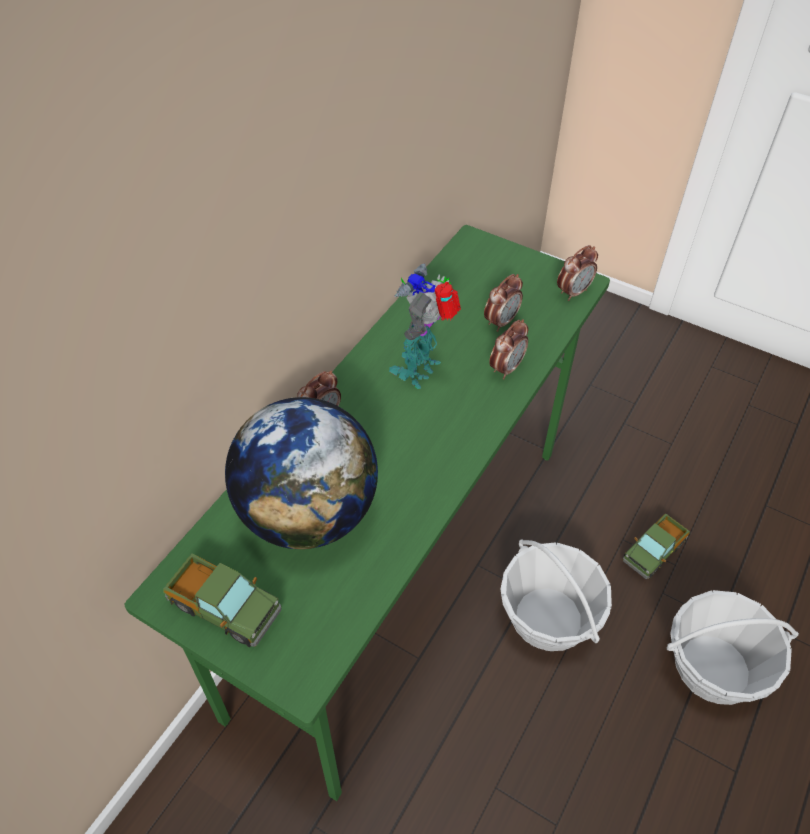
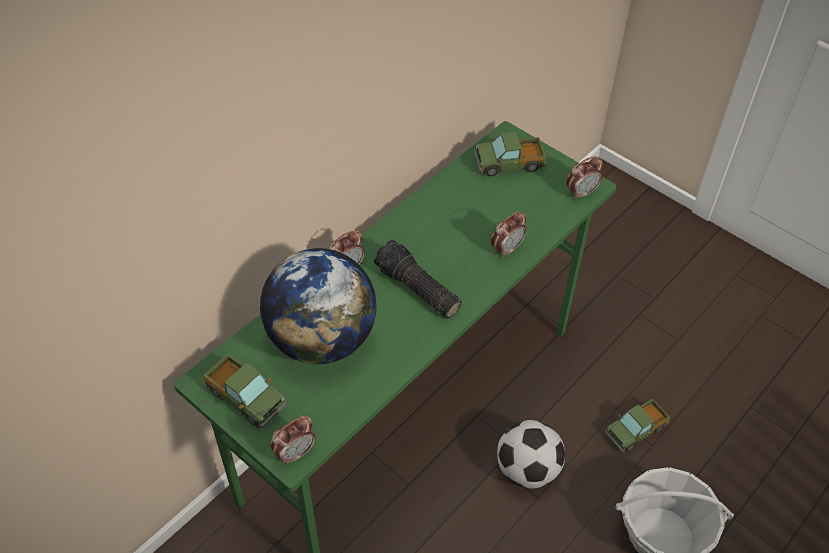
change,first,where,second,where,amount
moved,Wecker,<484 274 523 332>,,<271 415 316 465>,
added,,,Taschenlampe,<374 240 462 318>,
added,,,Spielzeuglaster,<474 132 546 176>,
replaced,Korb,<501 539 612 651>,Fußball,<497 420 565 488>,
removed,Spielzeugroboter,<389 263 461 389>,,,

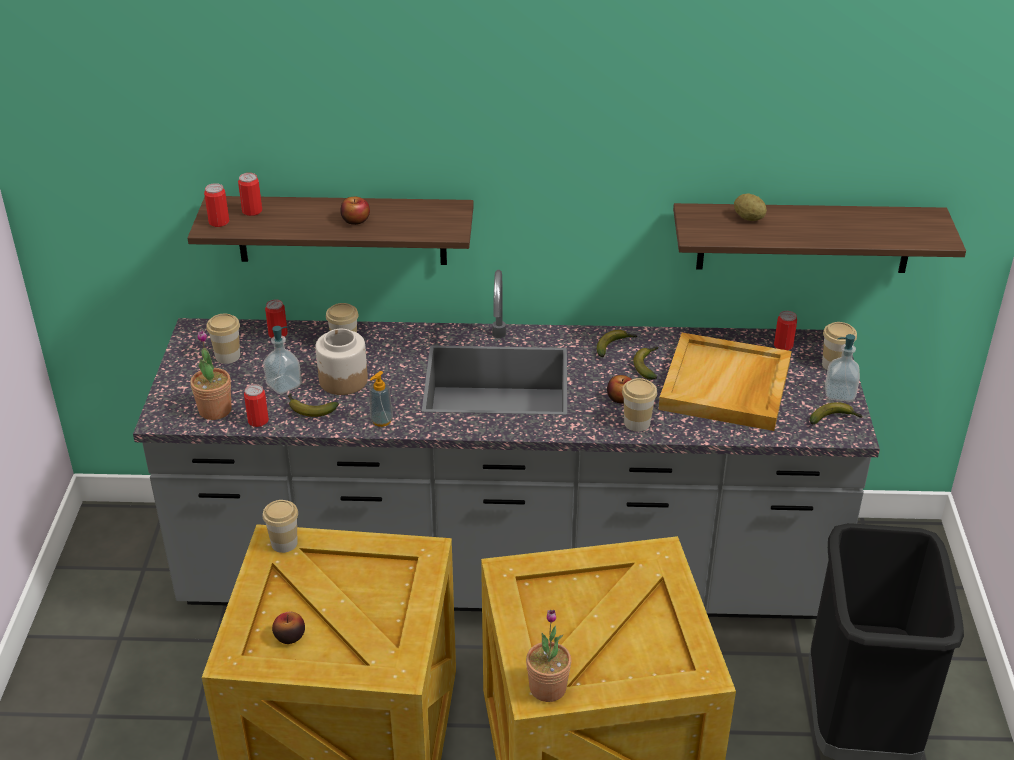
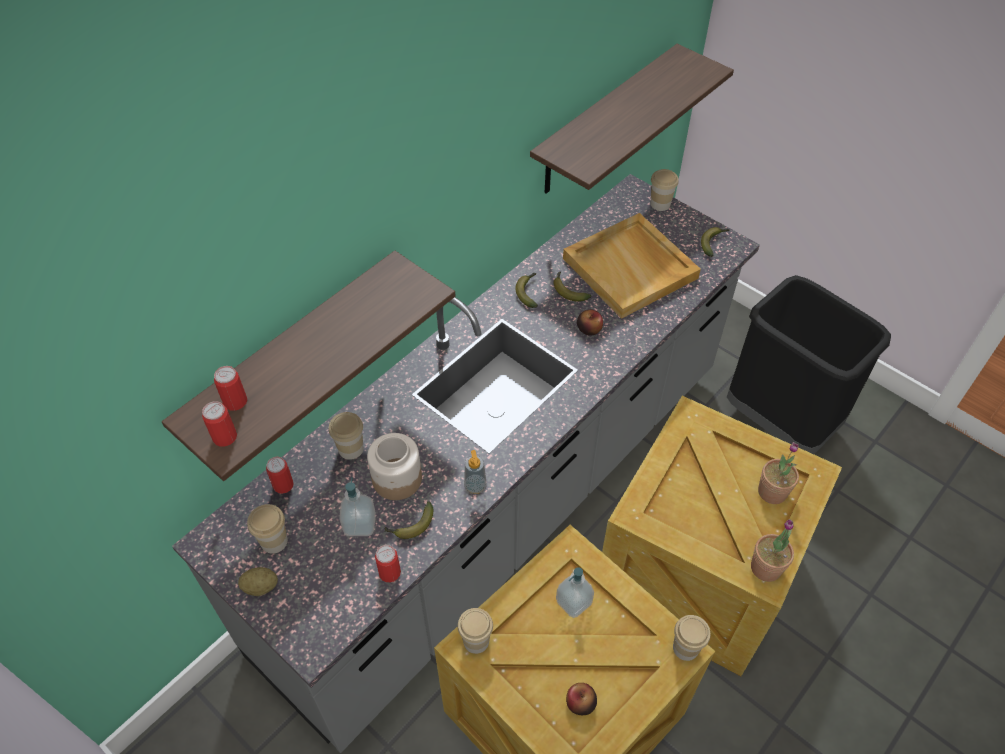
change,first,where,second,where,amount
moved,Kartoffel,<734 194 767 221>,,<238 567 278 596>,
moved,Seifenspender,<825 334 860 402>,,<556 567 594 618>,
moved,Tasse,<622 378 657 432>,,<673 615 710 661>,
moved,Topfpflanze,<190 330 232 420>,,<758 442 799 504>,
removed,Apfel,<340 197 370 225>,,,
removed,Dose,<774 311 797 350>,,,

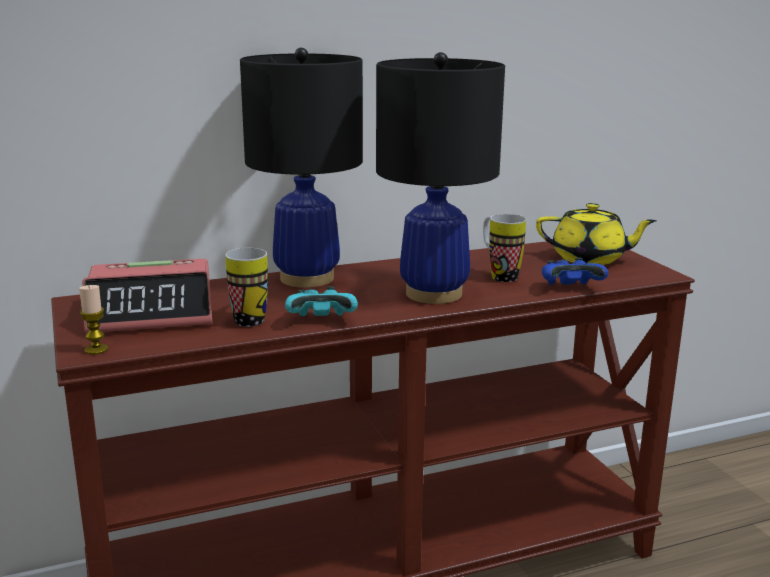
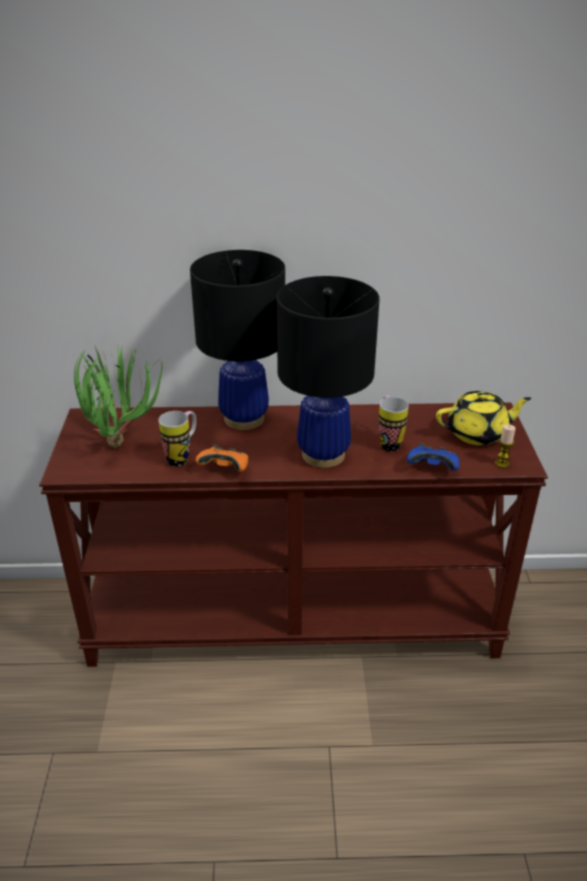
change,first,where,second,where,amount
replaced,Wecker,<82 259 212 333>,Topfpflanze,<74 341 163 448>,
recoloured,Gamepad/türkis,<285 287 358 316>,Gamepad/orange,<196 445 248 472>,
turned,Teekanne/gelb,<536 203 657 265>,,<436 391 531 445>,45 degrees counterclockwise
moved,Kerze,<79 285 108 355>,,<495 425 516 468>,

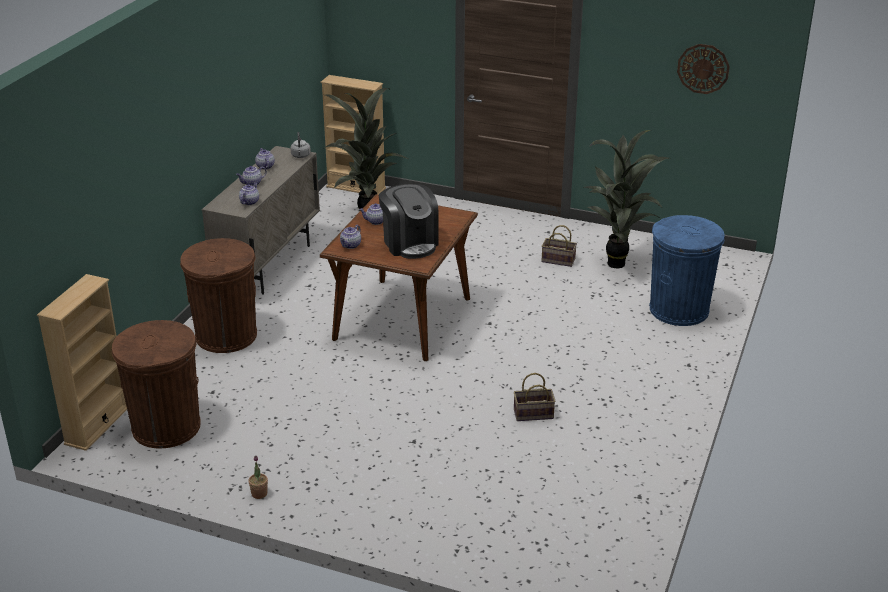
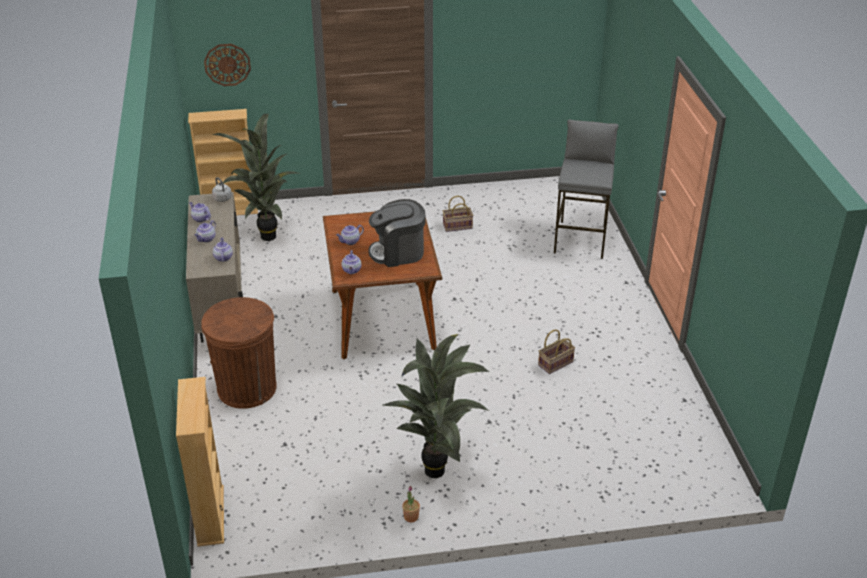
change,first,where,second,where,amount
moved,Wanduhr,<677 44 730 94>,,<204 44 251 86>,
turned,Kaffeemaschine,<379 184 438 259>,,<368 199 425 267>,135 degrees clockwise
moved,Topfpflanze,<584 130 669 268>,,<383 334 489 478>,
replaced,Mülleimer/blau,<649 215 725 326>,Hocker/grau,<554 119 619 259>,
removed,Mülleimer/braun,<112 320 201 448>,,,

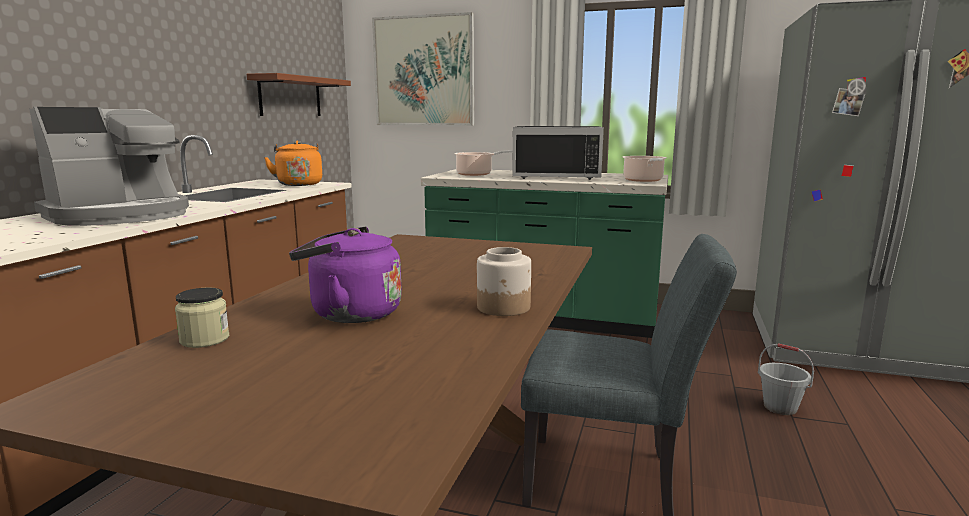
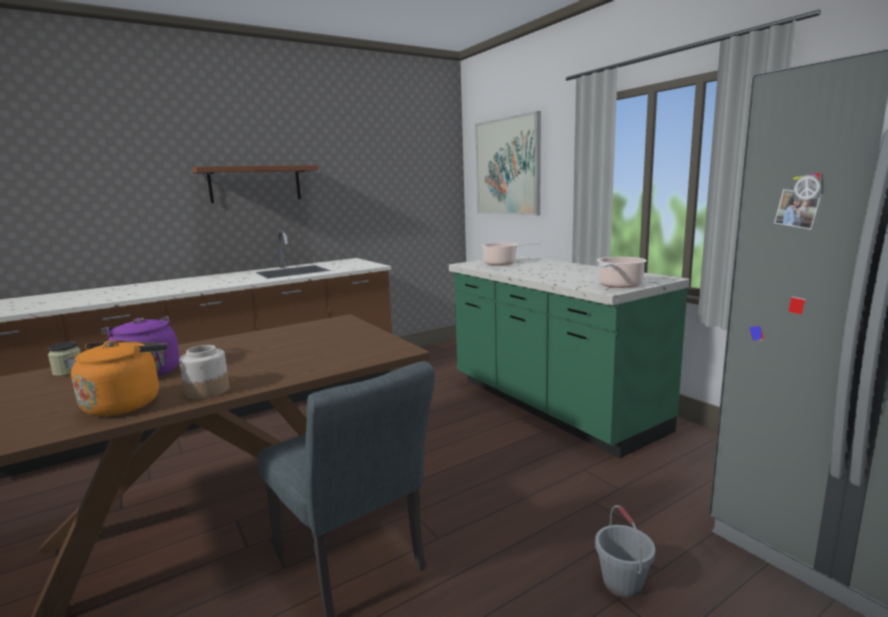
change,first,where,second,where,amount
moved,Wasserkessel/orange,<264 141 322 186>,,<71 341 168 416>,
moved,Wandregal/braun,<247 73 351 116>,,<192 165 318 203>,
removed,Kaffeemaschine,<29 107 189 226>,,,
removed,Mikrowelle/schwarz,<512 126 604 180>,,,

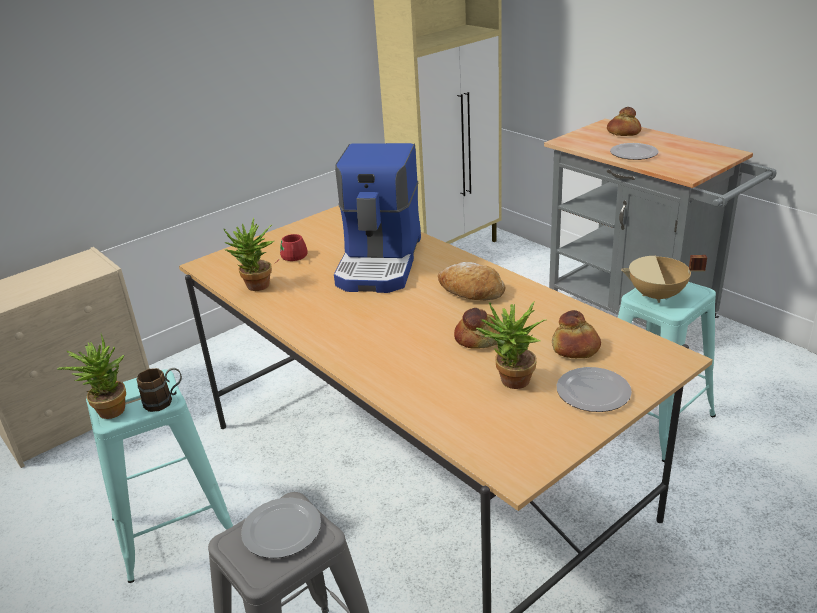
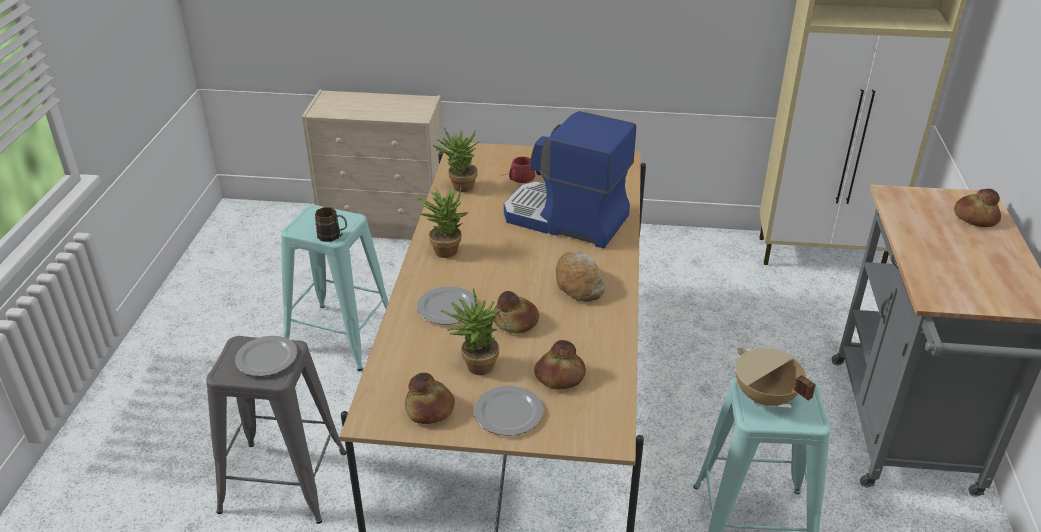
change,first,where,second,where,amount
added,,,Brot,<405 373 455 424>,
moved,Topfpflanze,<57 334 126 419>,,<416 187 469 258>,
moved,Teller,<610 143 659 160>,,<417 286 478 325>,
turned,Kaffeemaschine,<334 143 421 293>,,<504 111 636 249>,60 degrees clockwise

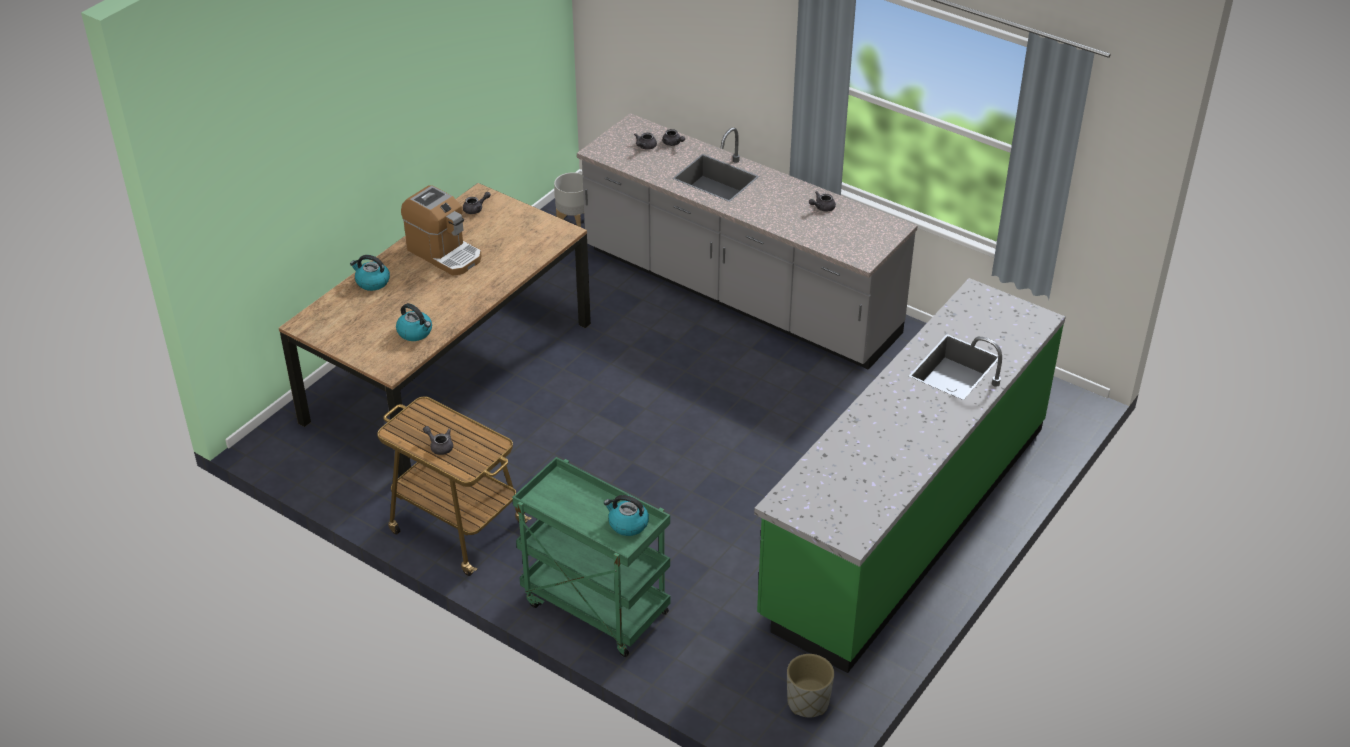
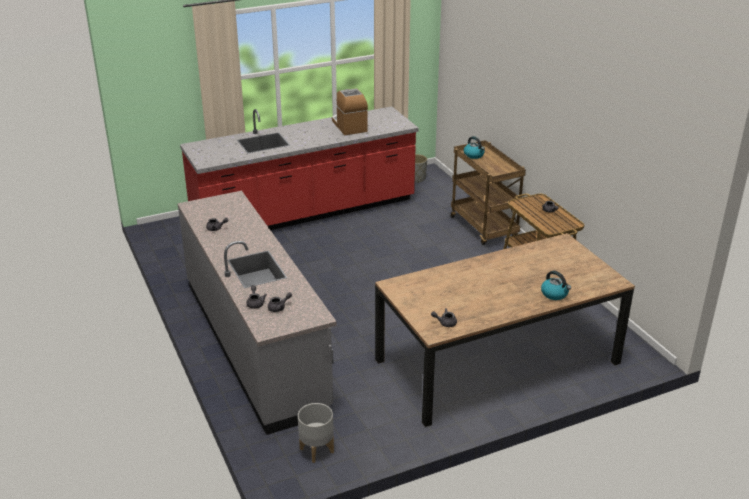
change,first,where,second,where,amount
recoloured,Küchenzeile/grün,<754 278 1066 673>,Küchenzeile/rot,<180 106 418 230>,
moved,Kaffeemaschine,<401 185 481 276>,,<332 88 368 135>,
recoloured,Rollwagen/grün,<512 457 670 657>,Rollwagen/braun,<451 140 526 245>,
removed,Wasserkessel,<396 303 432 341>,,,

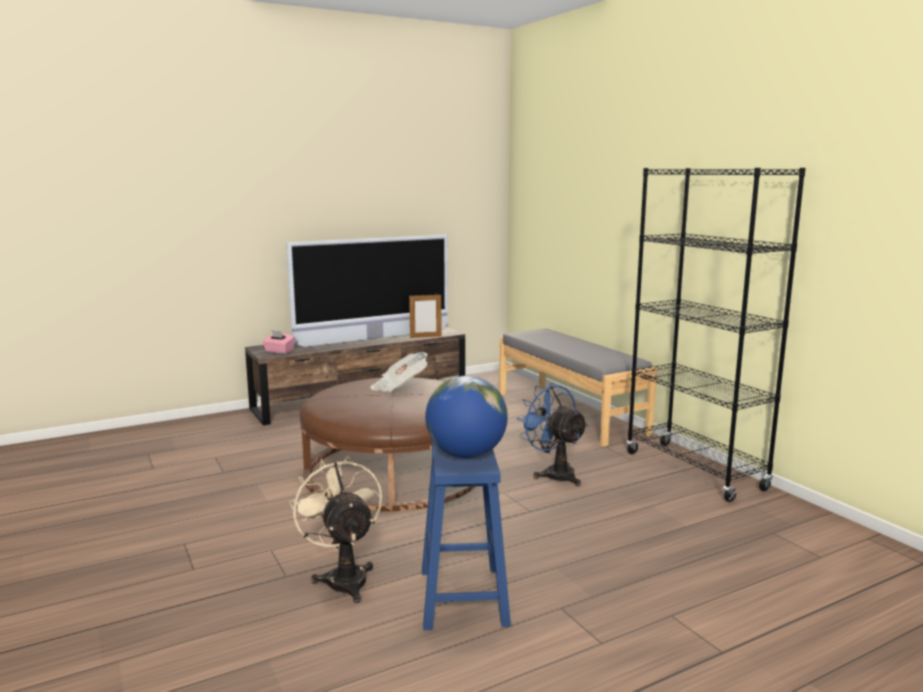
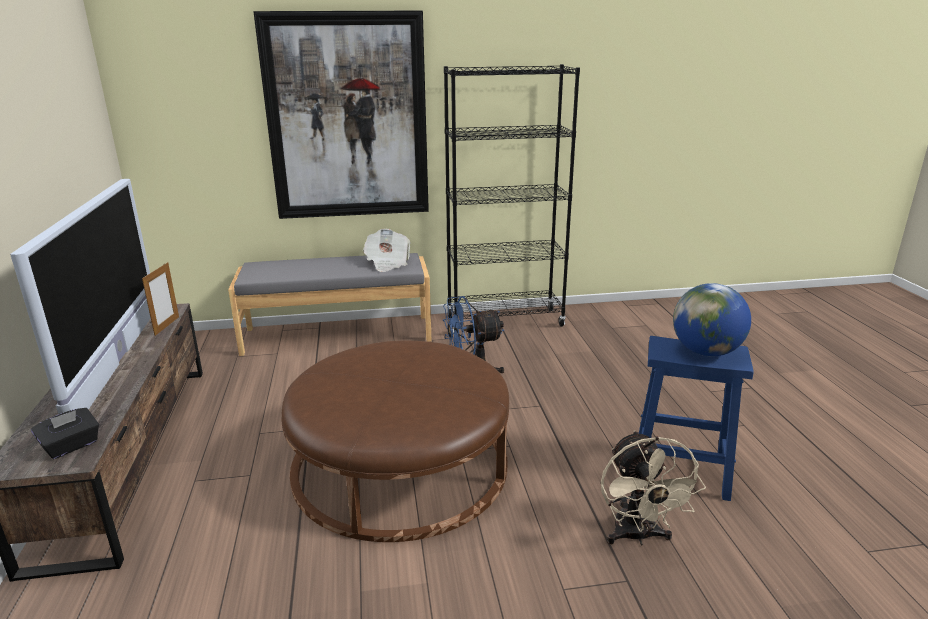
change,first,where,second,where,amount
recoloured,Taschentuchbox/rosa,<262 330 295 354>,Taschentuchbox/schwarz,<31 408 99 459>,
added,,,Bild,<253 11 429 219>,
moved,Zeitung,<370 352 428 392>,,<363 229 411 272>,
turned,Ventilator/beige,<289 456 382 603>,,<601 430 706 545>,90 degrees counterclockwise

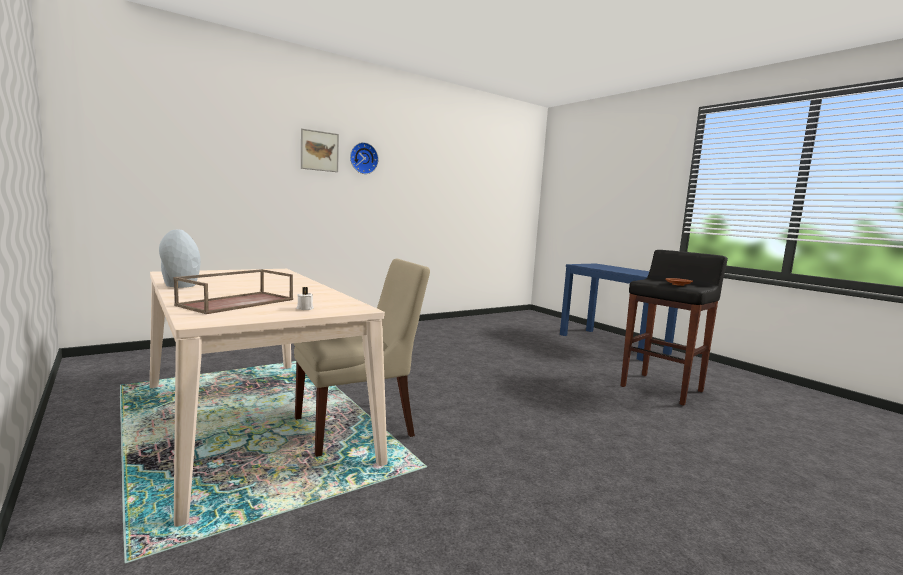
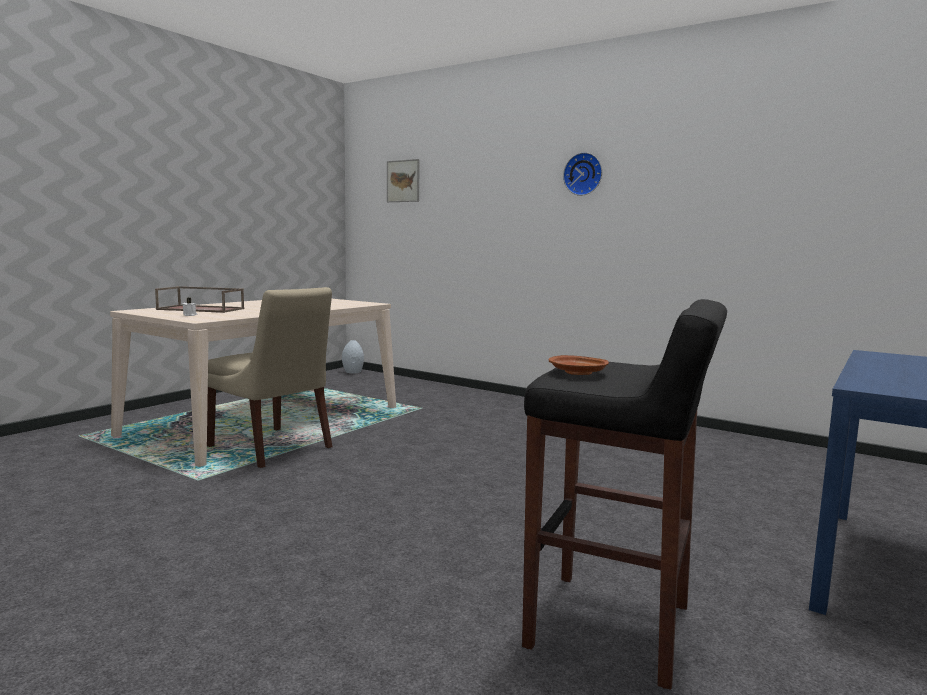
change,first,where,second,where,amount
moved,Vase/grau,<159 230 201 288>,,<342 340 364 373>,
moved,Bild,<301 128 339 172>,,<387 159 420 202>,

